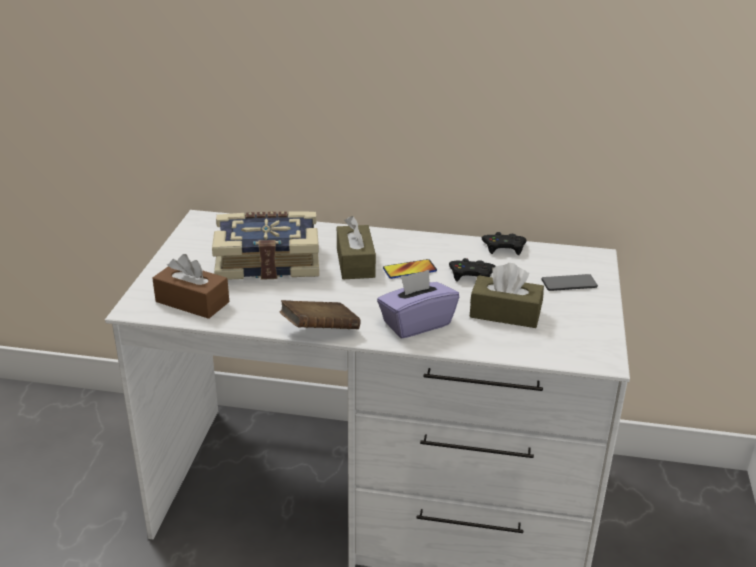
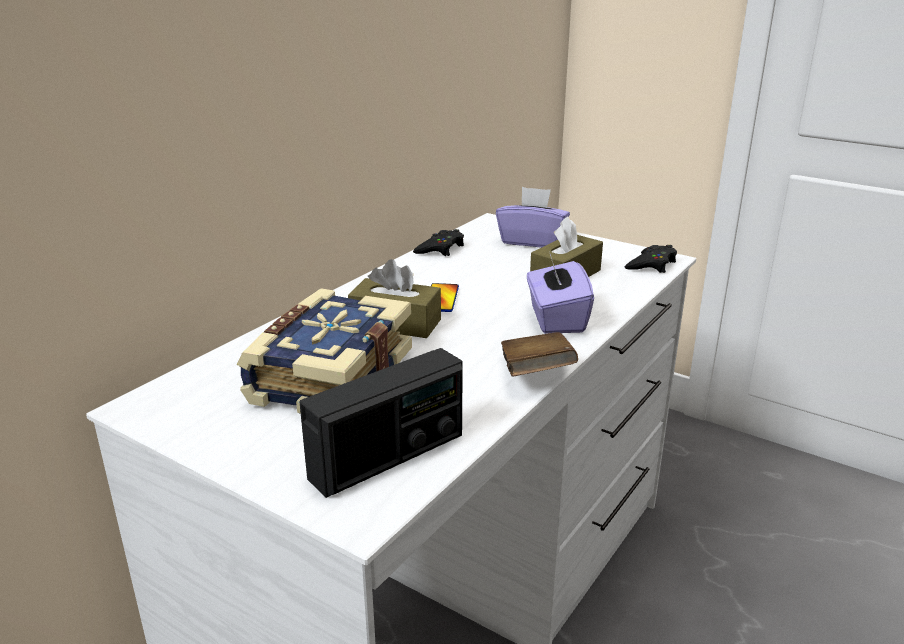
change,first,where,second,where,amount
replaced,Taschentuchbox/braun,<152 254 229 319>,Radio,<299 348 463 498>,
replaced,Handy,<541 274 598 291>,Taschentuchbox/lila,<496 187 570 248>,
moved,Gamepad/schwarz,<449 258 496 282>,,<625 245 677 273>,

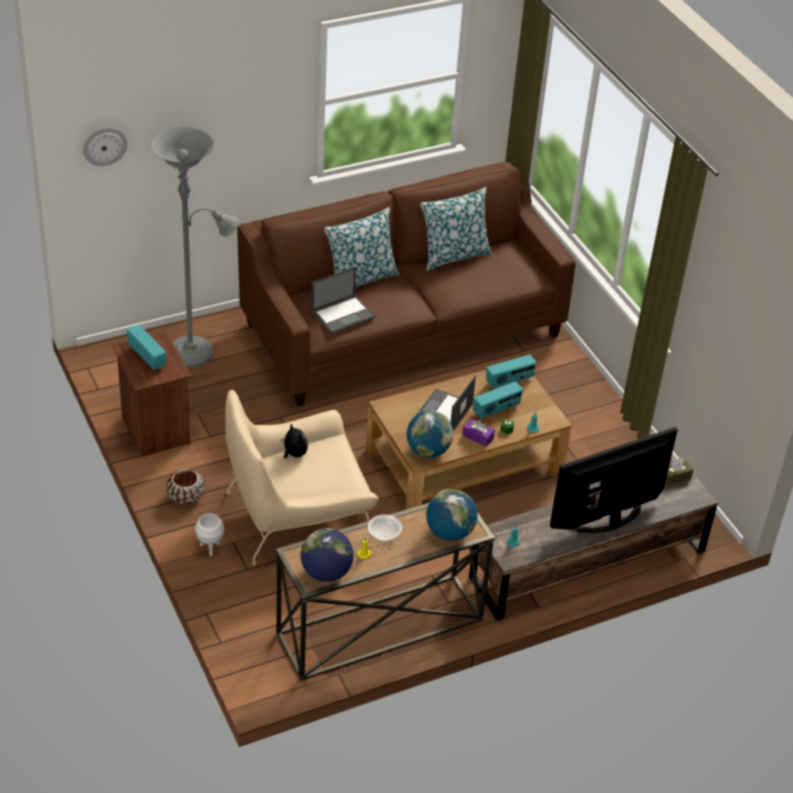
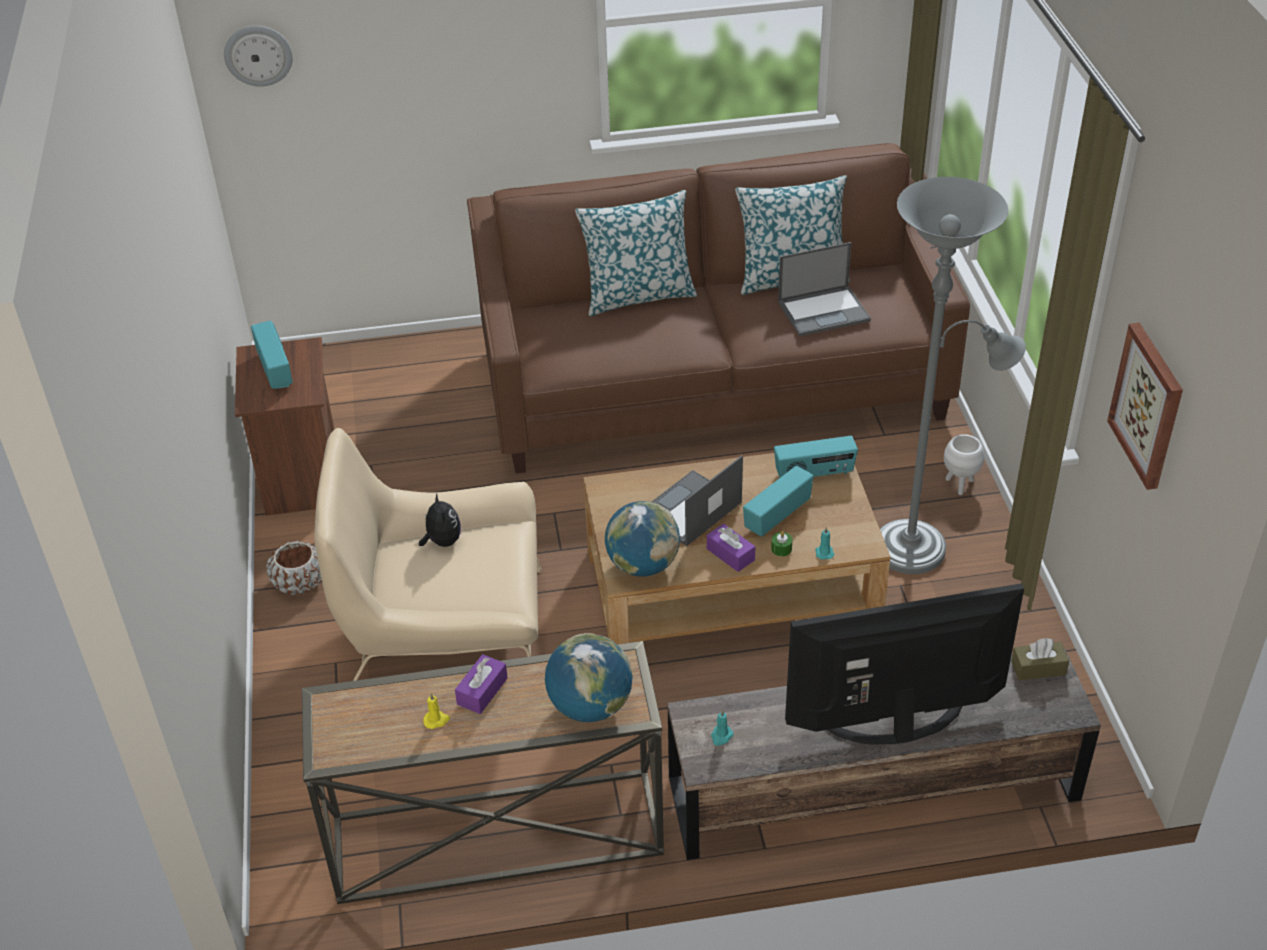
change,first,where,second,where,amount
replaced,Schüssel,<368 515 402 541>,Taschentuchbox/lila,<455 654 508 714>,
turned,Radio,<473 381 523 419>,,<743 466 814 537>,150 degrees clockwise
moved,Laptop,<311 267 375 334>,,<778 242 871 336>,
moved,Stehlampe/grau,<151 127 239 368>,,<880 177 1026 574>,
moved,Pflanzkübel/weiß,<195 513 224 556>,,<944 434 984 495>,
added,,,Bild,<1107 323 1183 490>,
removed,Globus,<301 528 354 582>,,,

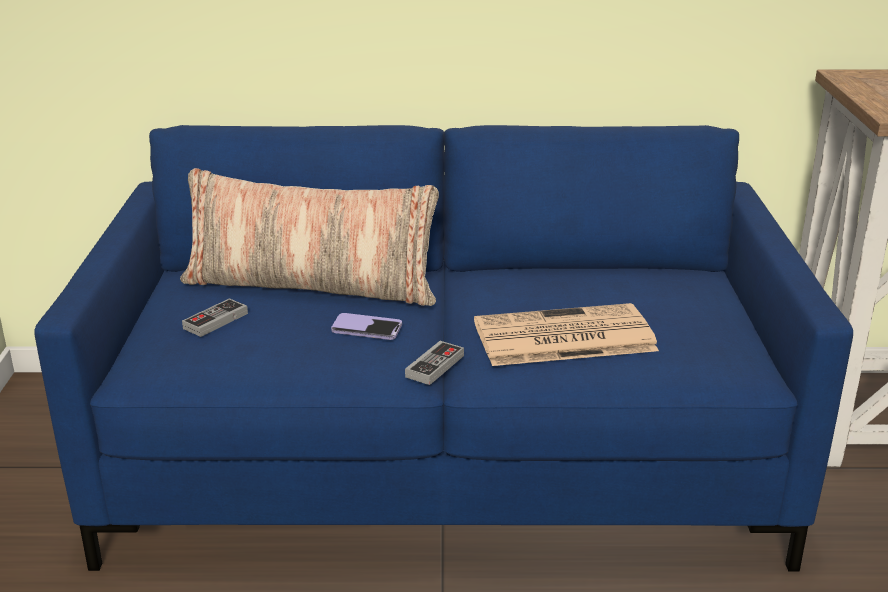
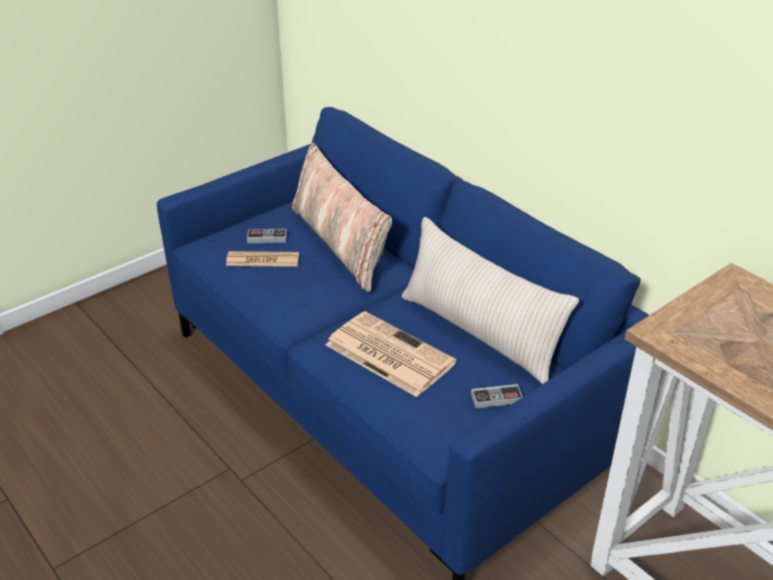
change,first,where,second,where,amount
added,,,Zeitung,<226 251 299 267>,
added,,,Kissen/beige,<402 217 579 384>,
moved,Gamepad,<405 341 464 385>,,<471 384 523 408>,
removed,Handy,<331 313 402 340>,,,

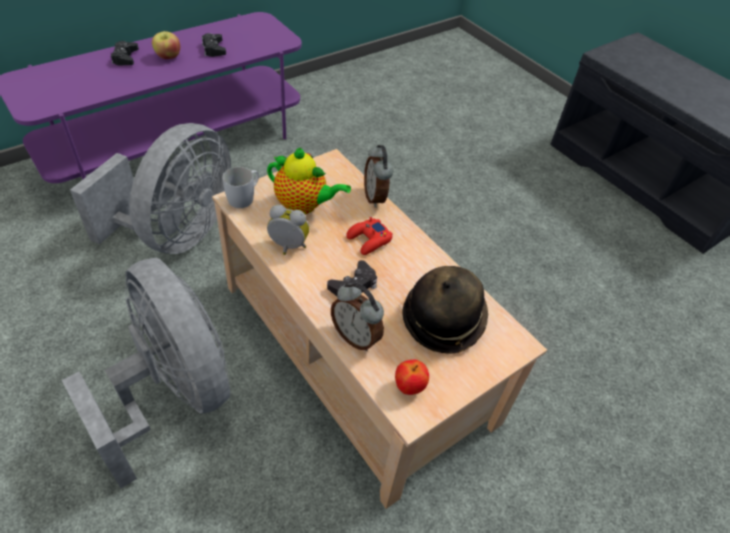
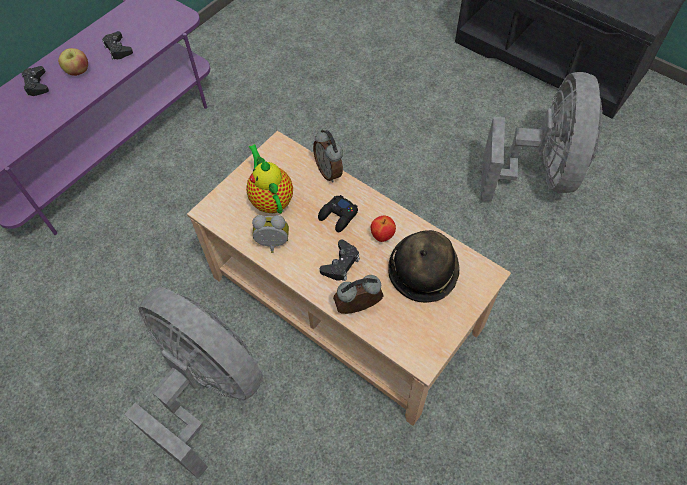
change,first,where,second,where,amount
turned,Teekanne,<267 148 351 214>,,<246 144 293 214>,120 degrees counterclockwise
recoloured,Gamepad/rot,<346 217 393 255>,Gamepad/schwarz,<318 195 358 232>,
turned,Wecker,<331 283 384 351>,,<333 275 383 314>,135 degrees clockwise
moved,Apfel,<395 360 429 395>,,<371 215 396 242>,
moved,Ventilator/grau,<70 123 231 254>,,<480 72 603 201>,
removed,Henkelbecher/weiß,<223 167 259 208>,,,

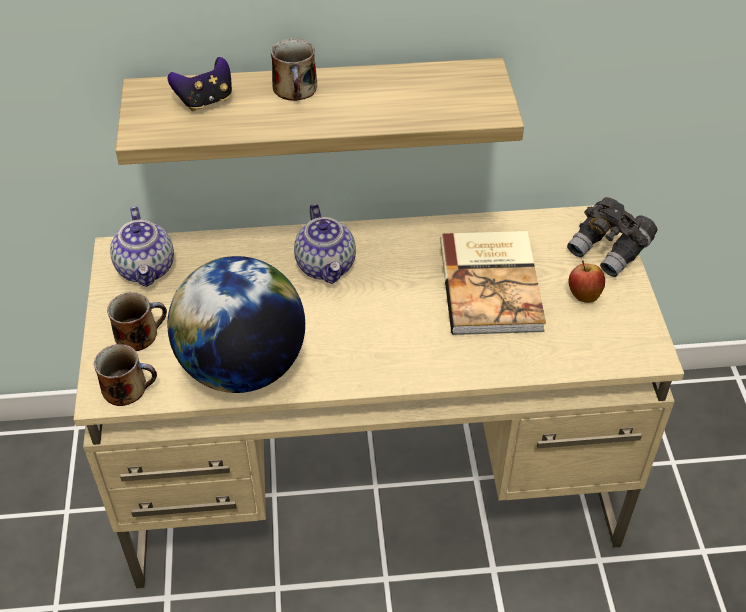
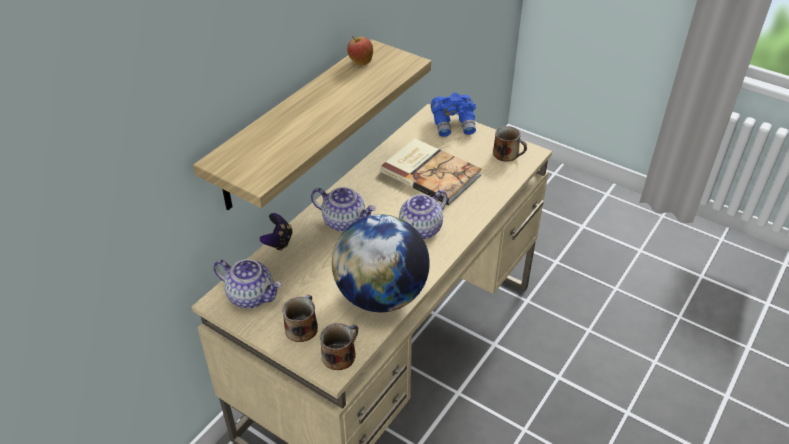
change,first,where,second,where,amount
moved,Gamepad,<167 57 232 111>,,<260 213 293 251>,
moved,Apfel,<568 260 605 303>,,<347 36 373 65>,
added,,,Teekanne,<399 190 447 239>,
recoloured,Fernglas/grau,<567 197 657 277>,Fernglas/blau,<431 93 476 137>,
moved,Henkelbecher,<271 38 317 101>,,<493 126 527 161>,

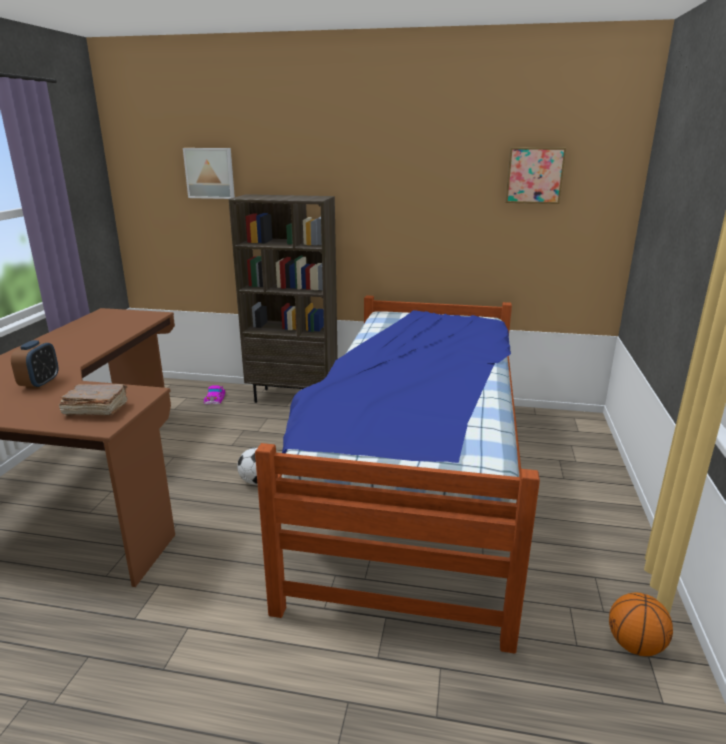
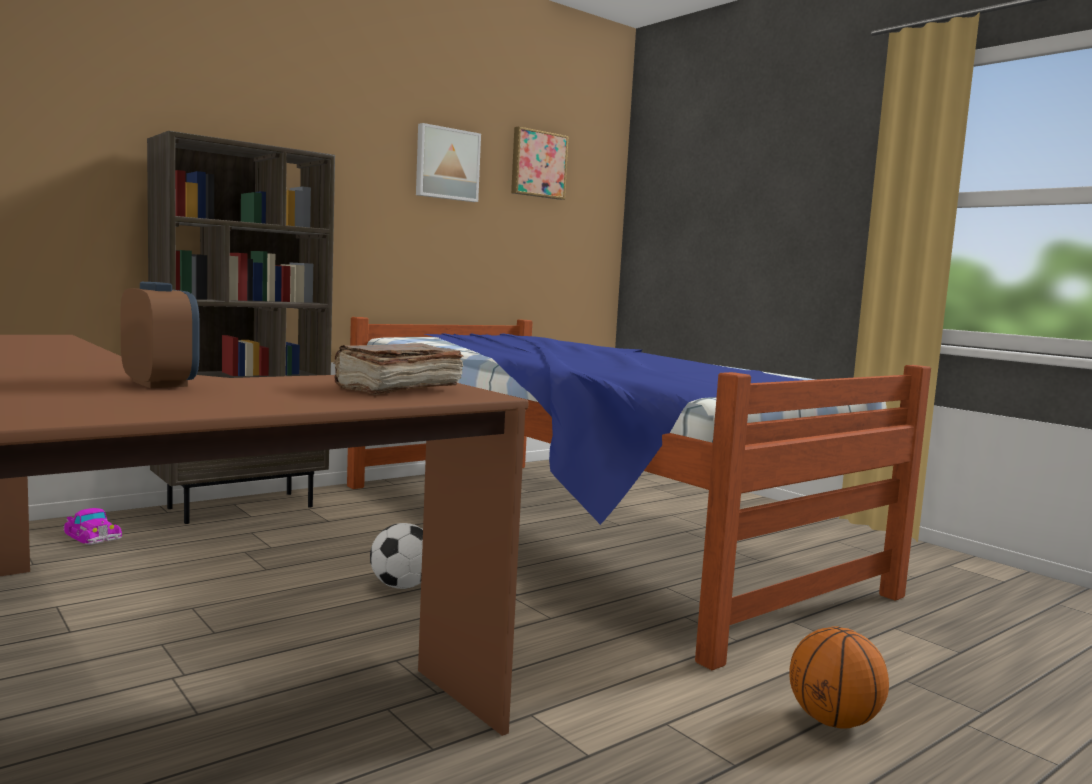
change,first,where,second,where,amount
moved,Bild,<183 148 235 199>,,<416 123 481 202>,
moved,Basketball,<609 593 673 656>,,<789 626 889 729>,

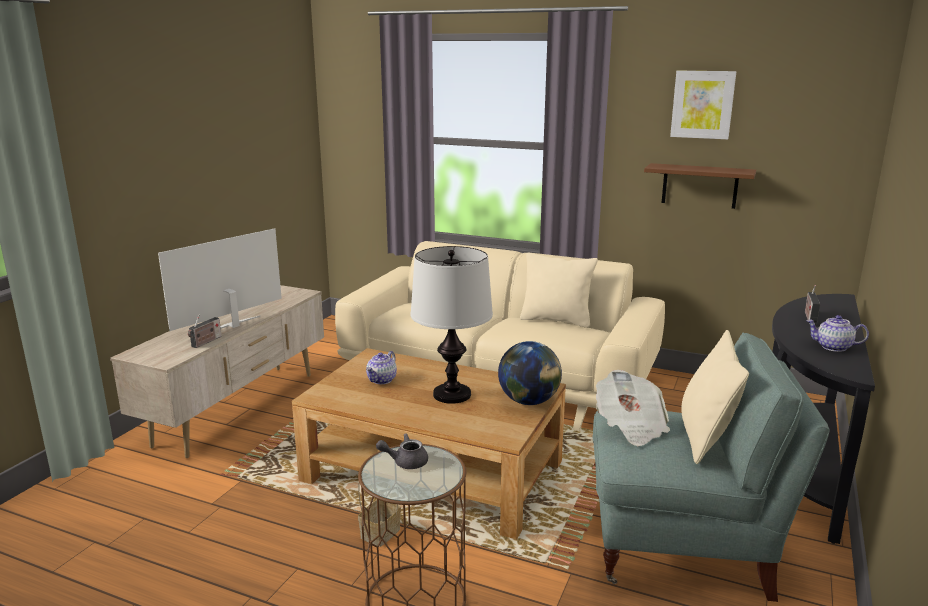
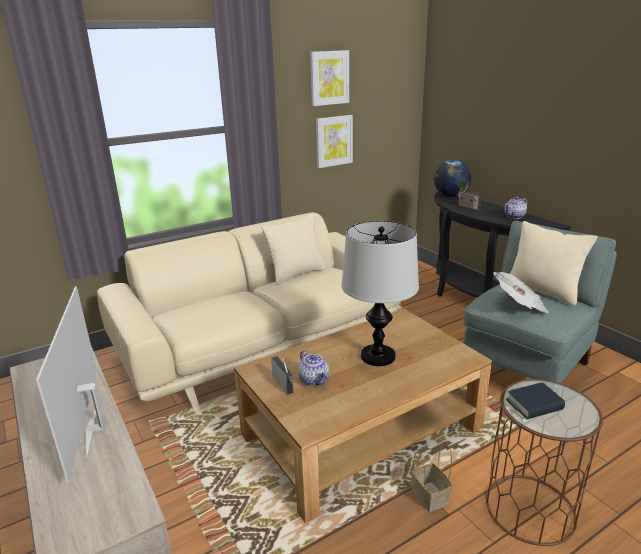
change,first,where,second,where,amount
moved,Radio,<188 314 222 348>,,<271 356 293 395>,
replaced,Wandregal/braun,<644 163 756 209>,Bild,<316 115 353 168>,
moved,Globus,<498 341 562 405>,,<434 160 472 197>,
replaced,Teekanne/grau,<376 433 428 469>,Buch,<506 382 565 419>,

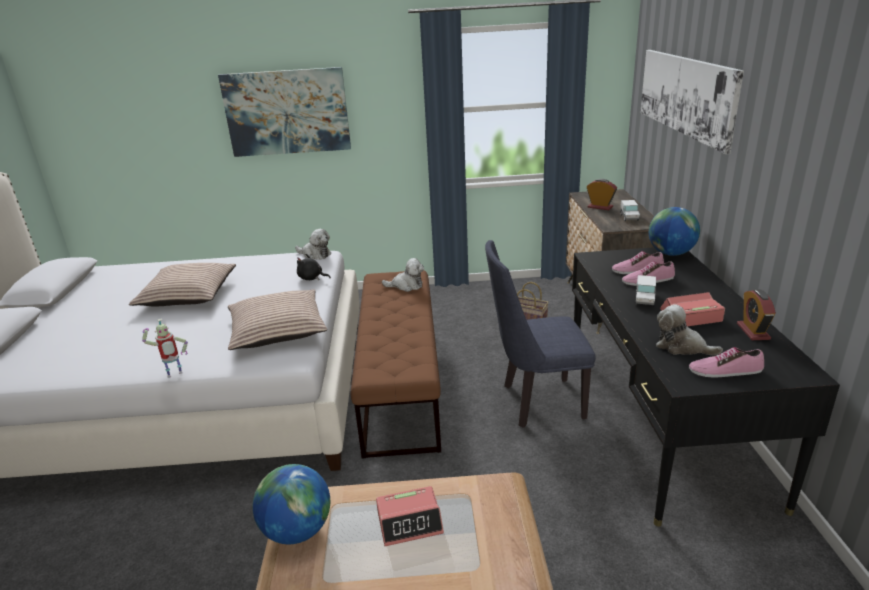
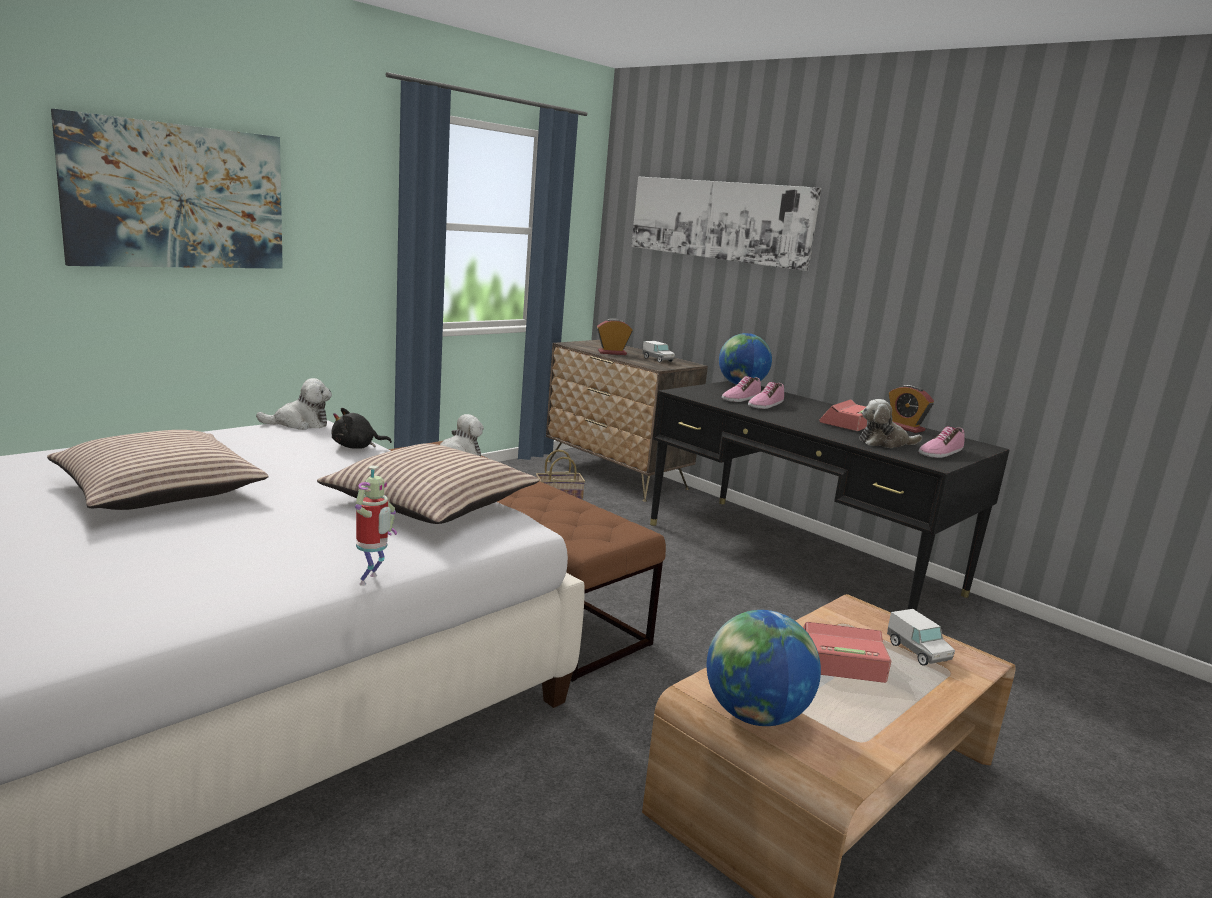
change,first,where,second,where,amount
turned,Wecker,<376 486 444 546>,,<803 622 891 683>,120 degrees counterclockwise
moved,Spielzeuglaster,<635 275 656 306>,,<887 609 955 666>,
removed,Stuhl/blau,<485 240 595 428>,,,

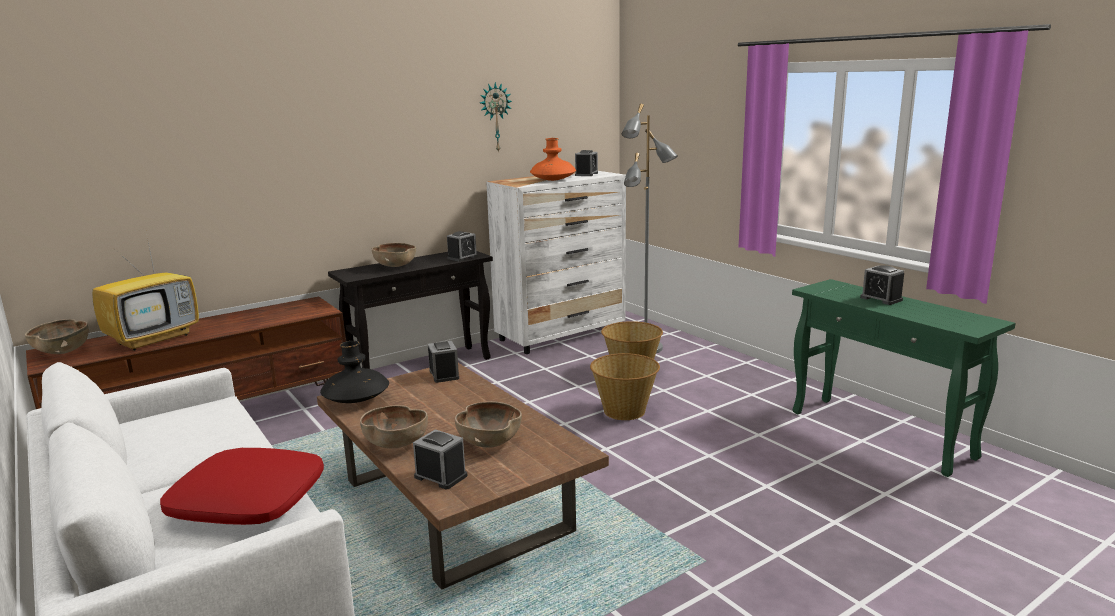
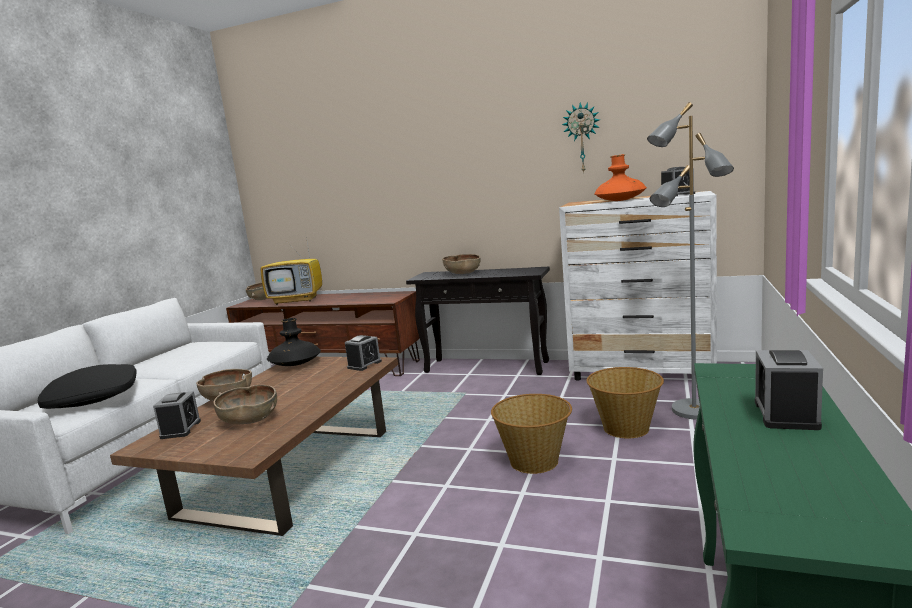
change,first,where,second,where,amount
recoloured,Kissen/rot,<160 448 324 525>,Kissen/schwarz,<38 364 137 409>,
removed,Wecker,<447 231 478 261>,,,

